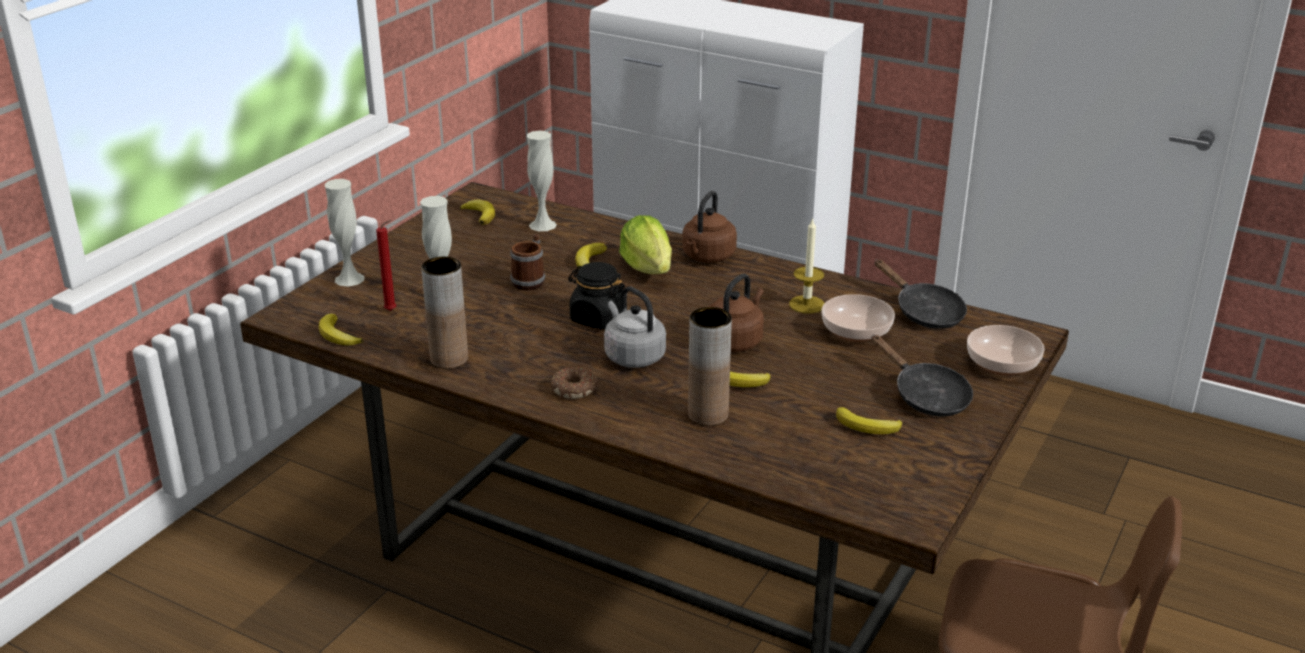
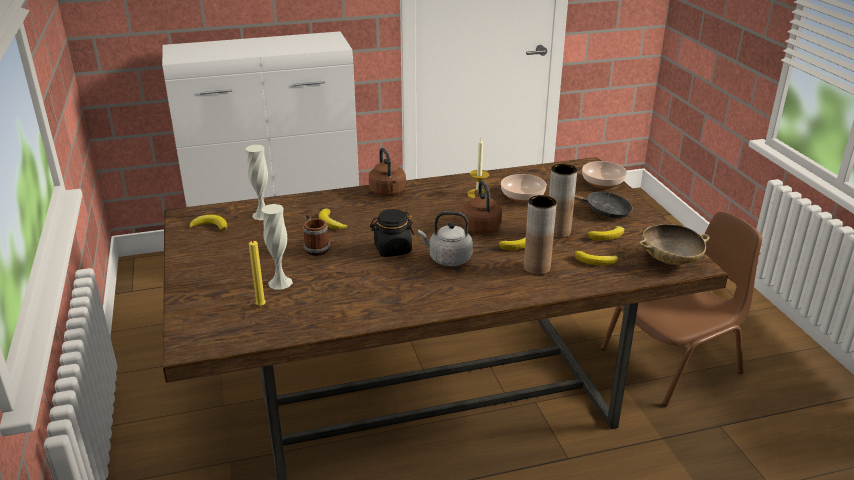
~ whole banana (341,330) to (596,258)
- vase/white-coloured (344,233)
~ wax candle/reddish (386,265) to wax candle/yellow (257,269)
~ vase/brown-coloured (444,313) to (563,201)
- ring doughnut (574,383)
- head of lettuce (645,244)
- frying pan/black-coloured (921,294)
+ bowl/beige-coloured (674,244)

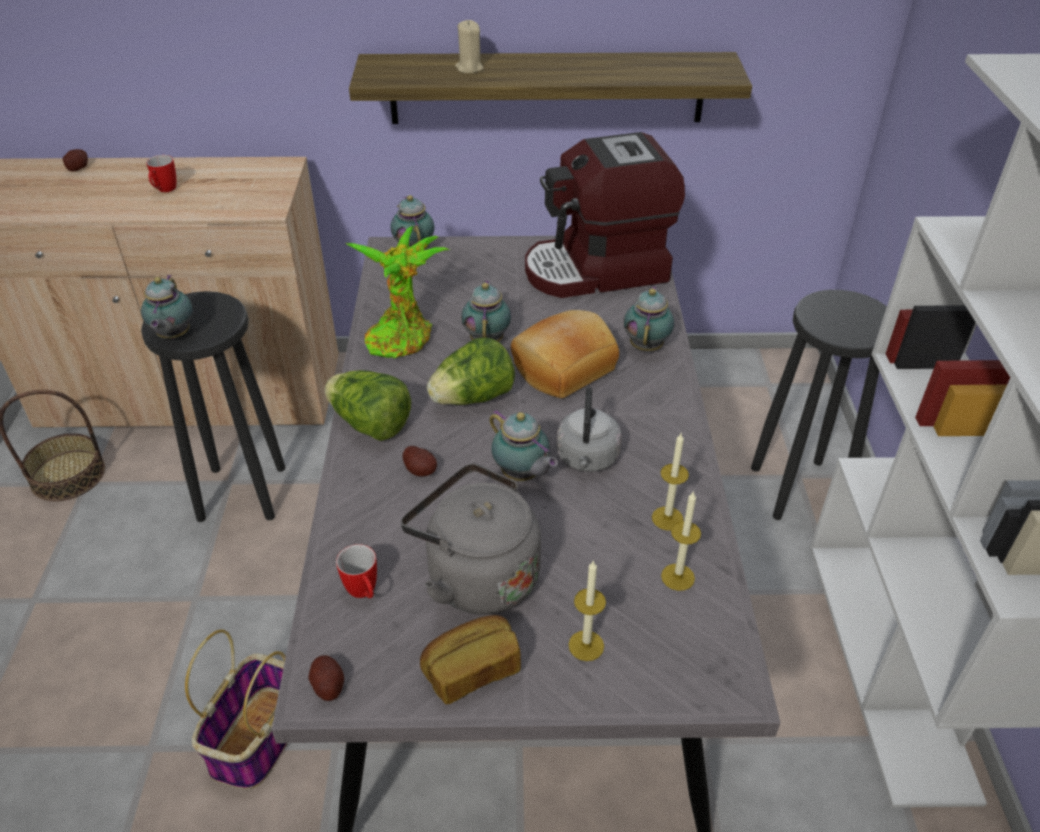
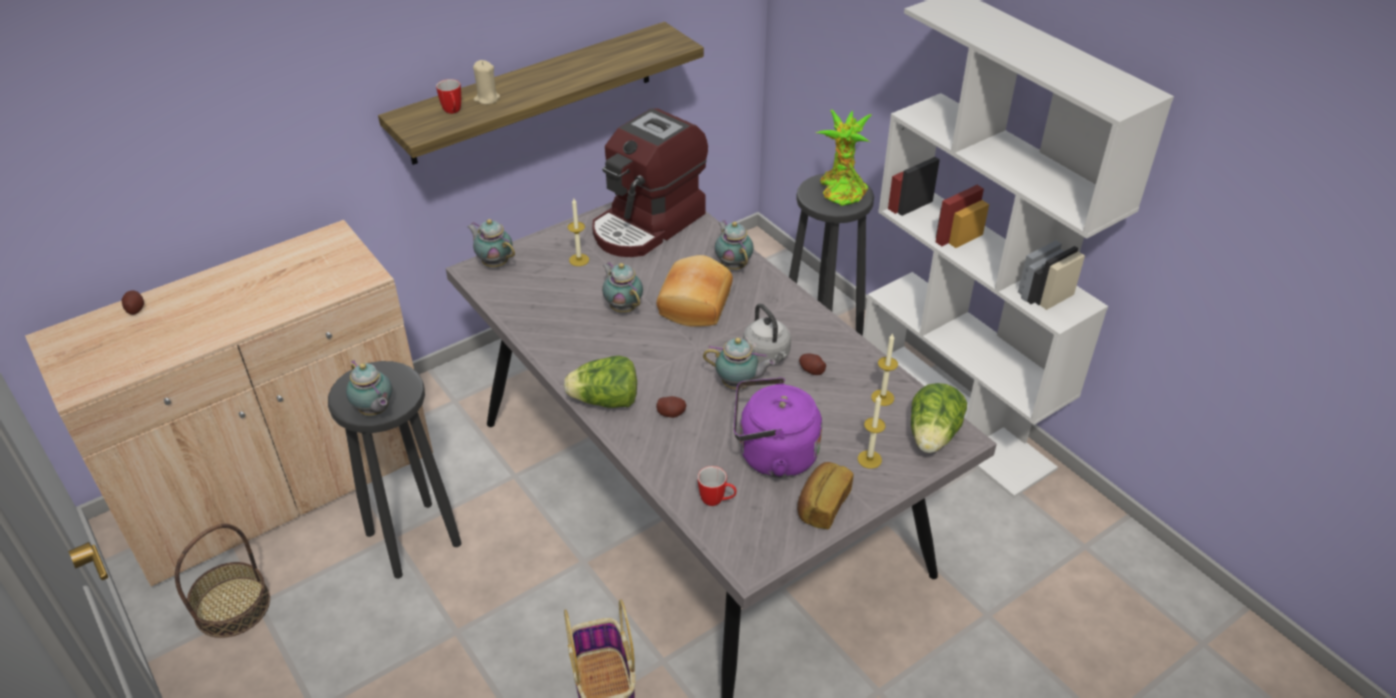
~ tea mug (161,173) to (448,96)
~ potato (326,678) to (812,364)
~ plant in a pot (397,292) to (844,158)
~ water kettle/grey (471,539) to water kettle/purplish (778,427)
~ head of lettuce (471,371) to (939,418)
~ wax candle (670,481) to (578,232)

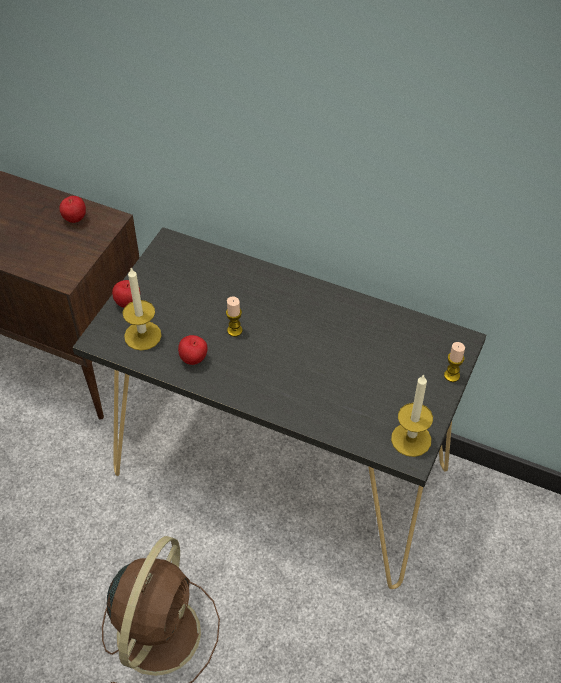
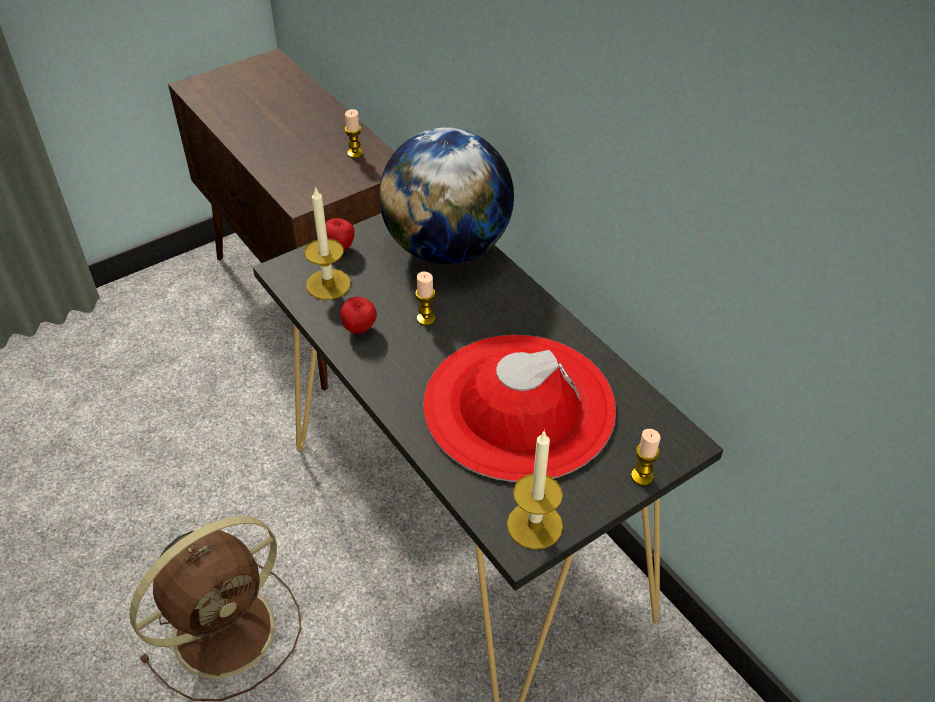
~ apple (72,209) to wax candle (354,133)
+ globe (446,195)
+ wearable hat/reddish (519,408)

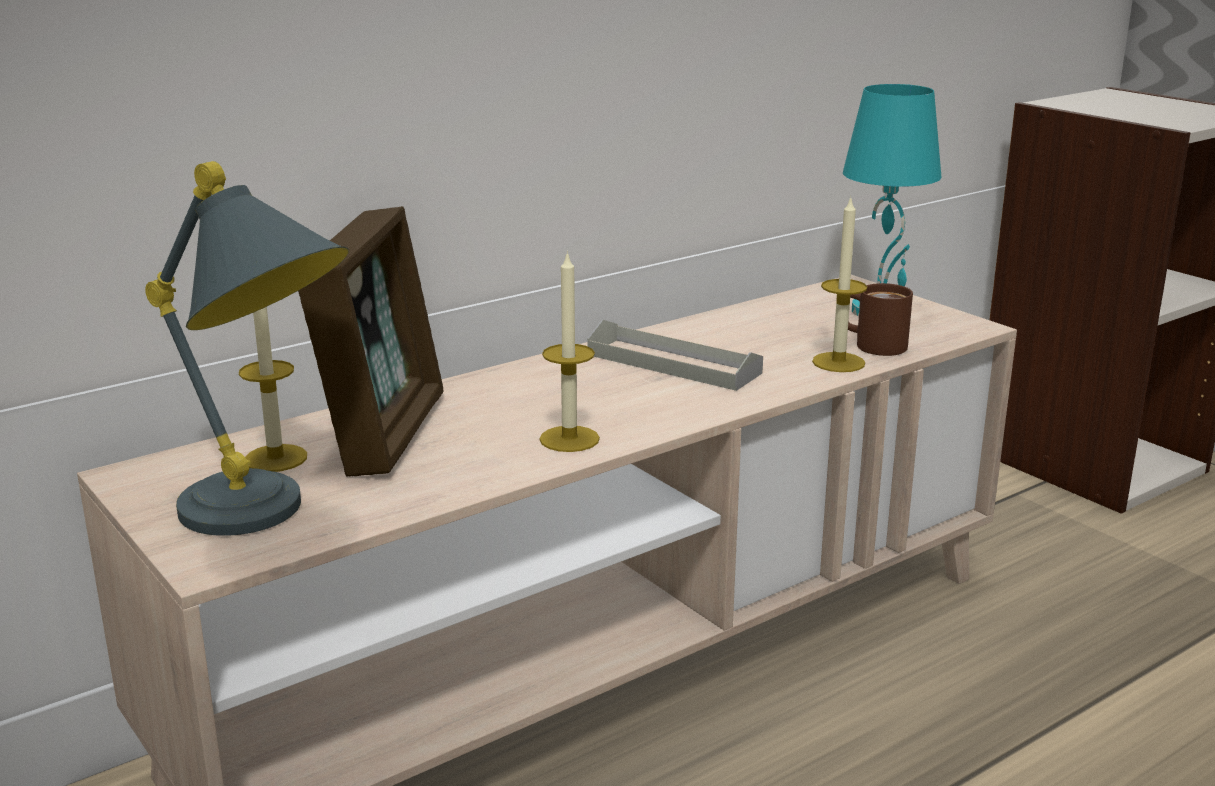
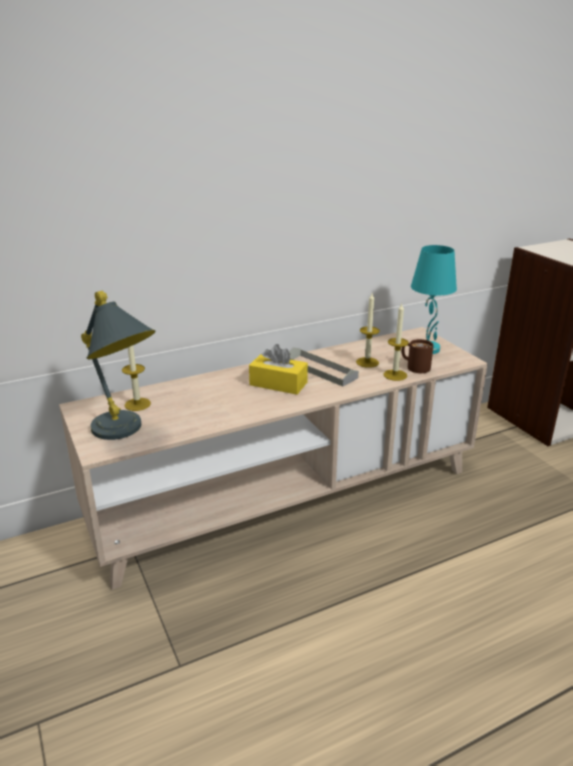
- photo frame (371,341)
~ wax candle (569,351) to (368,330)
+ tissue box/yellow (278,369)

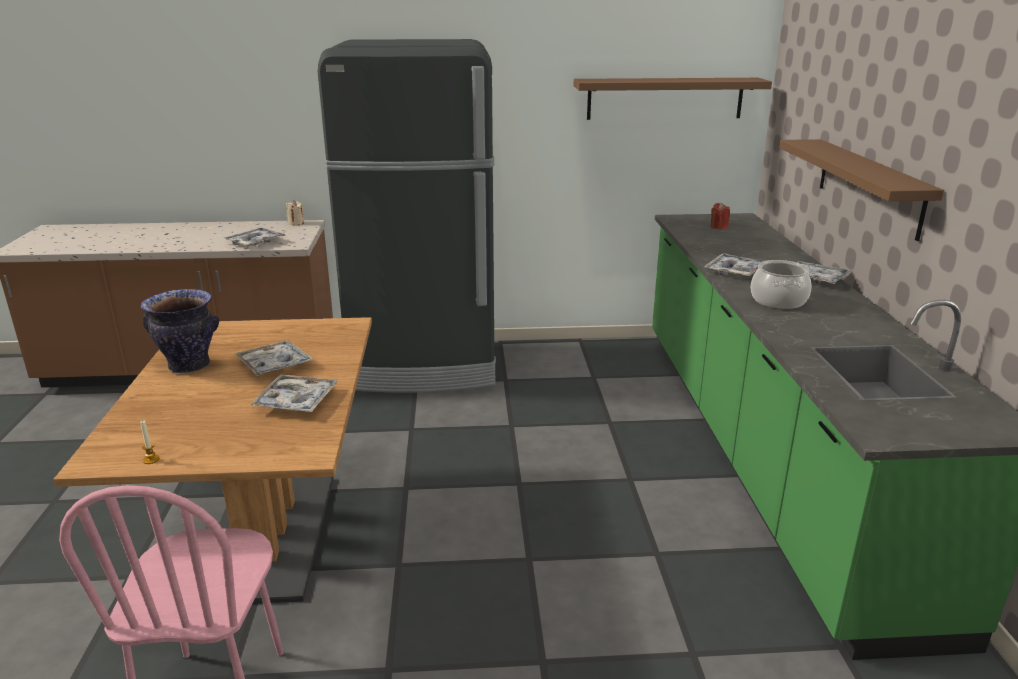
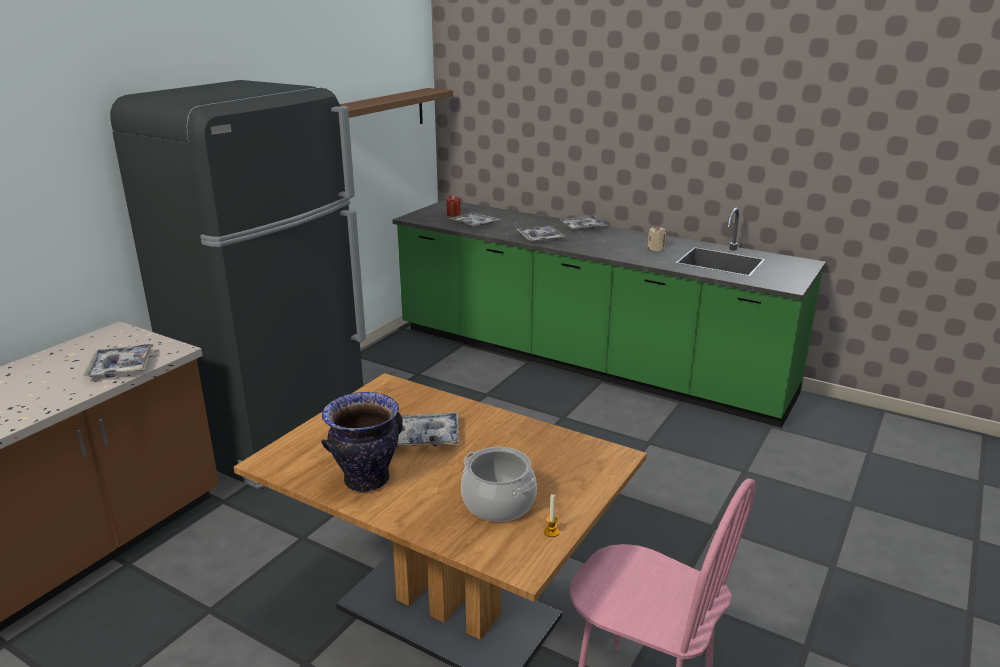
~ carrying tray (293,393) to (474,220)
~ wax candle/beige-coloured (295,212) to (656,238)
~ saucepot (781,284) to (499,484)
- bracket shelf/brown-coloured (862,190)

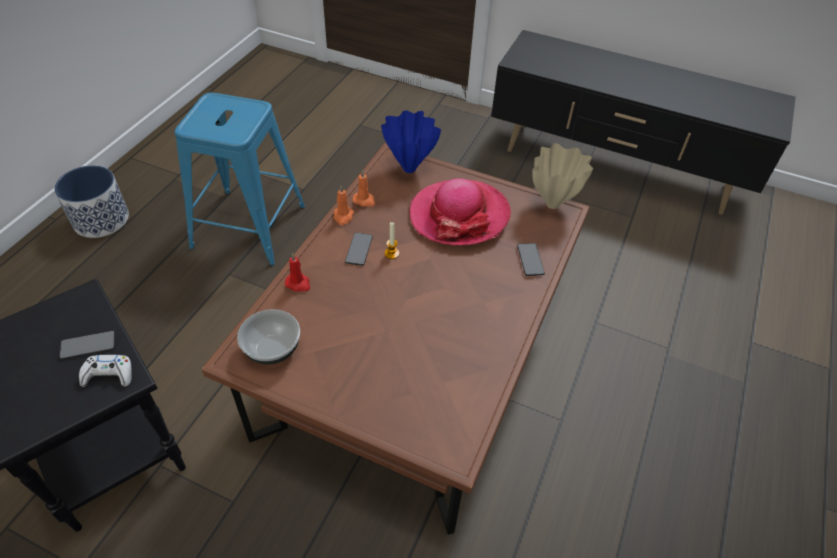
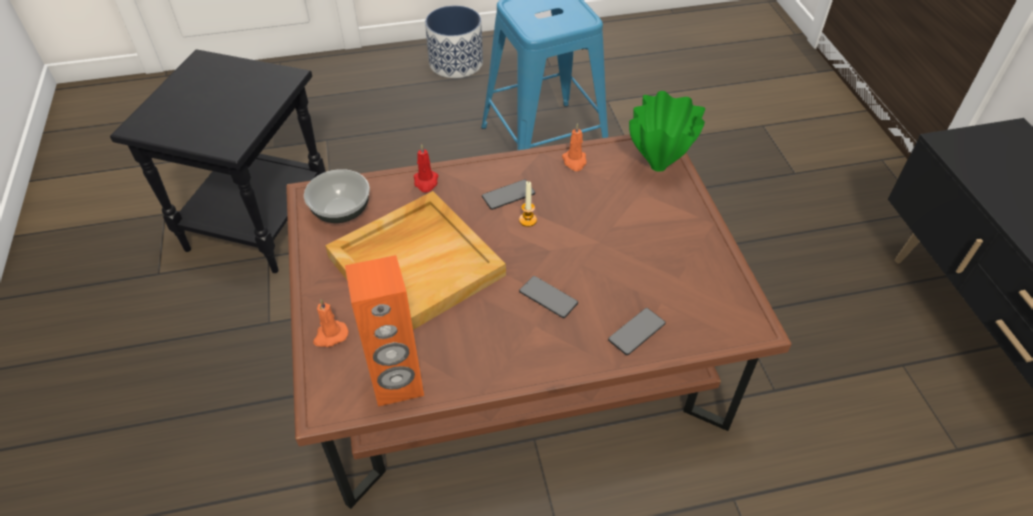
~ phone (87,345) to (548,297)
- game controller/white-coloured (105,371)
~ wax candle/orange-coloured (344,205) to (331,323)
~ vase/bluish (411,141) to vase/green-coloured (667,131)
- wearable hat (460,212)
- vase/beige-coloured (562,176)
+ carrying tray/beige-coloured (415,260)
+ speaker/orange-coloured (384,331)

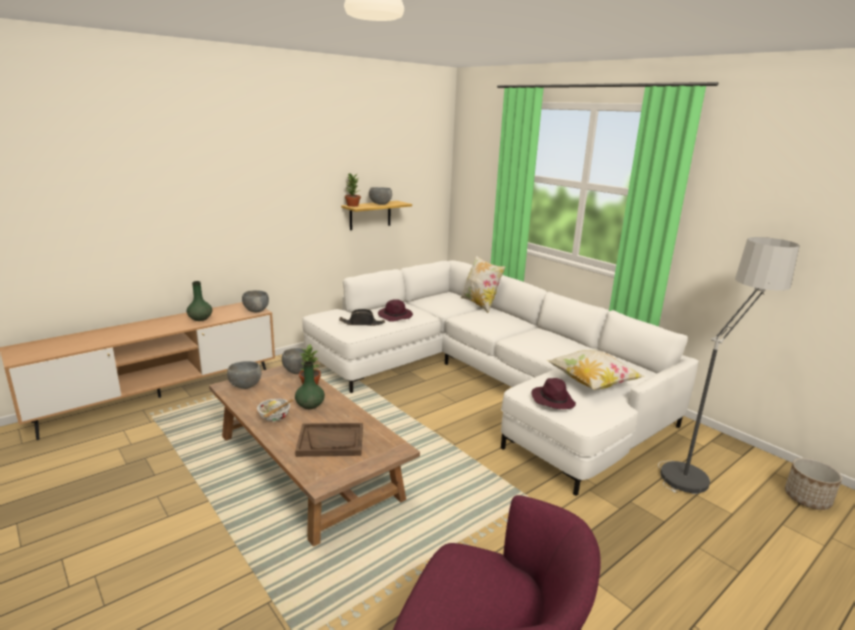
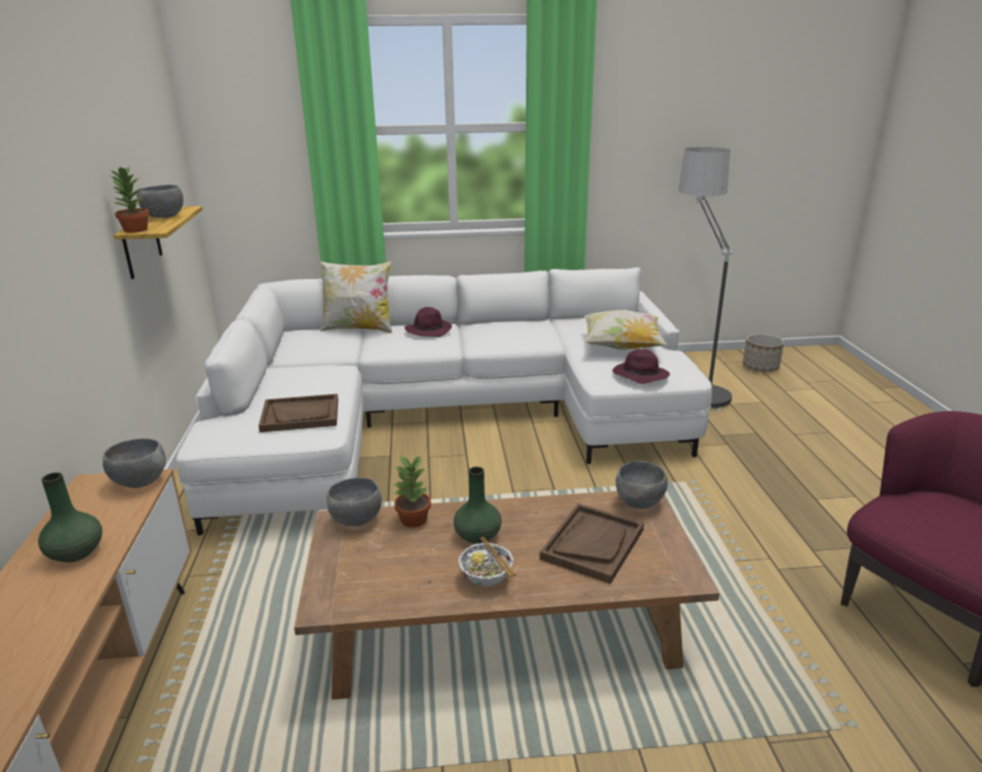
~ bowl/grey (244,375) to (642,485)
~ wearable hat/black-coloured (362,317) to carrying tray/brown-coloured (298,413)
~ wearable hat/purplish (395,310) to (428,322)

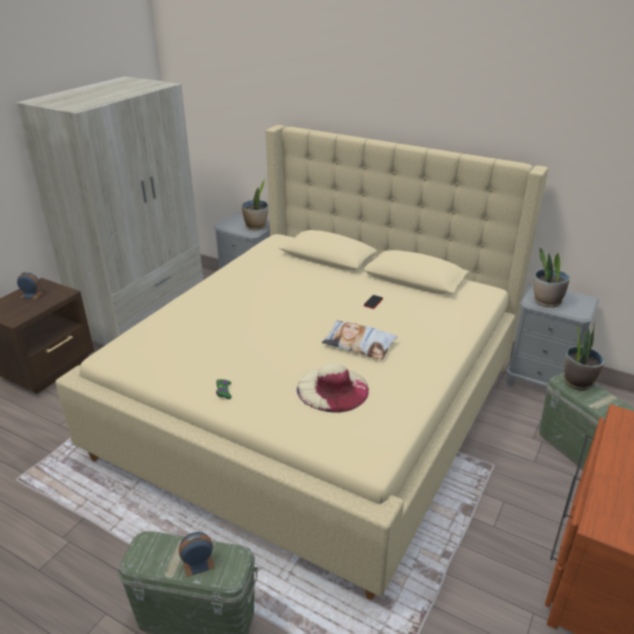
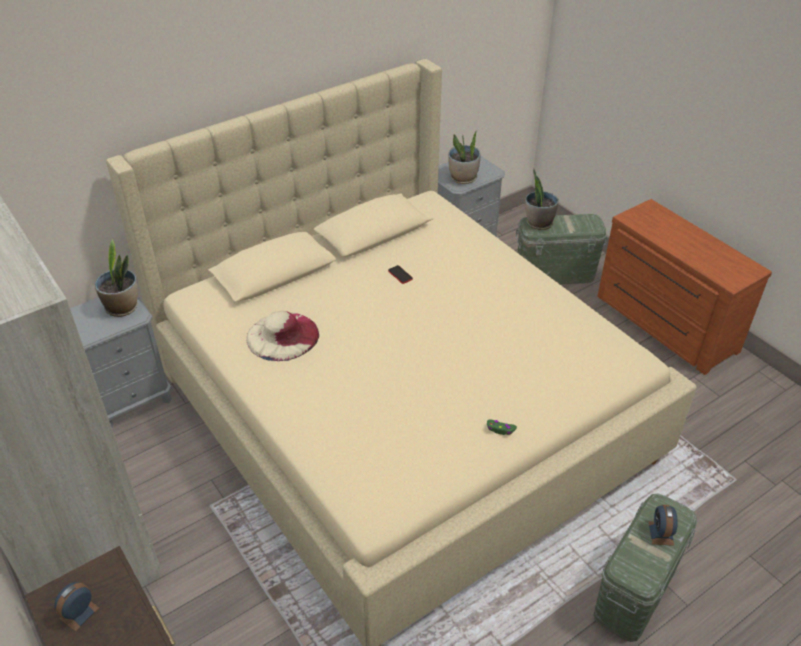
~ wearable hat/beige-coloured (333,388) to (282,336)
- cushion (360,340)

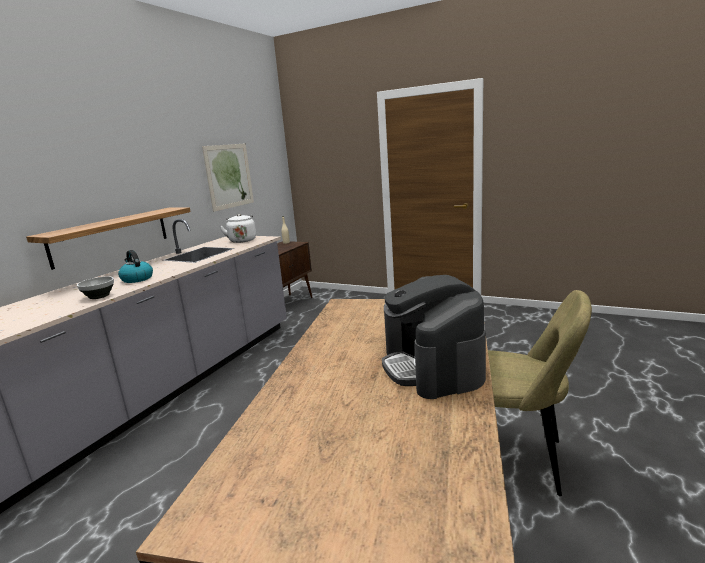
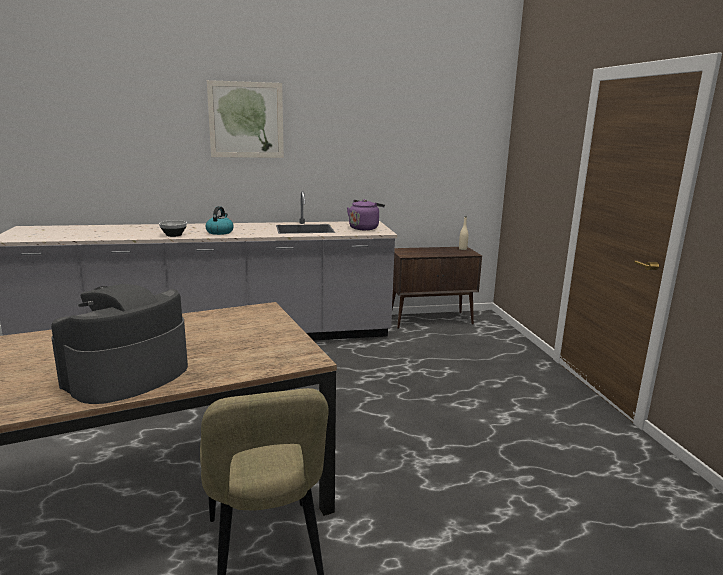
- bracket shelf (108,238)
~ wall picture (228,177) to (245,119)
~ water kettle/white-coloured (238,228) to water kettle/purplish (366,214)

